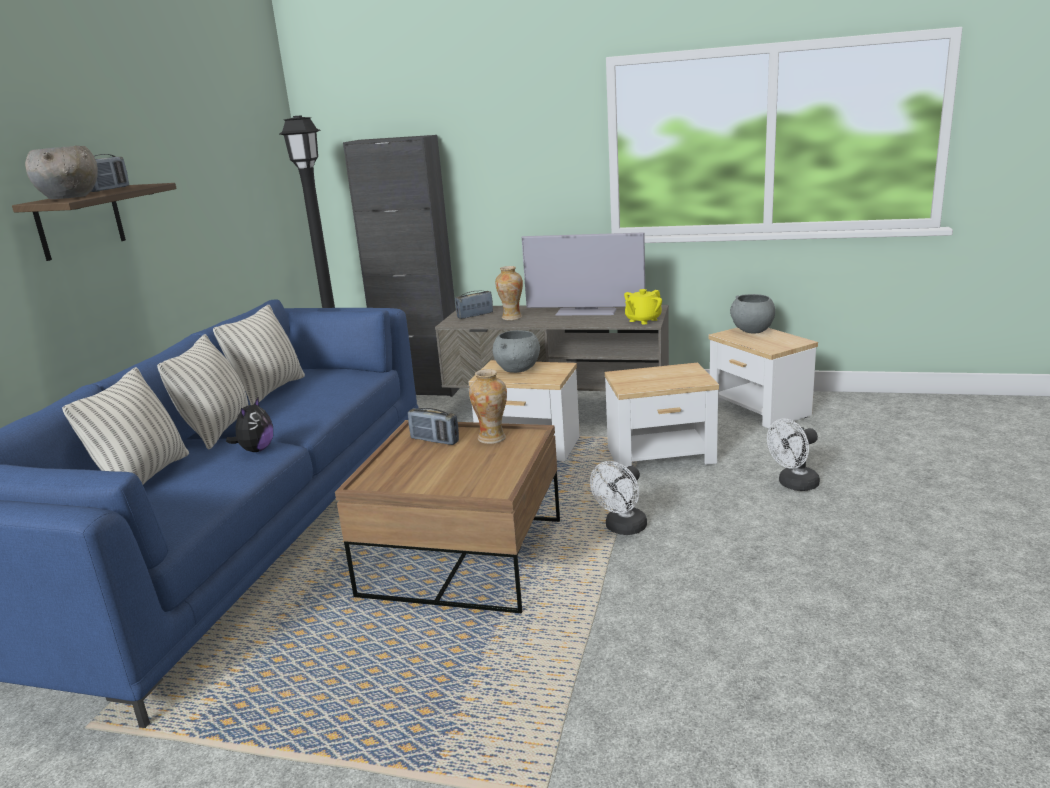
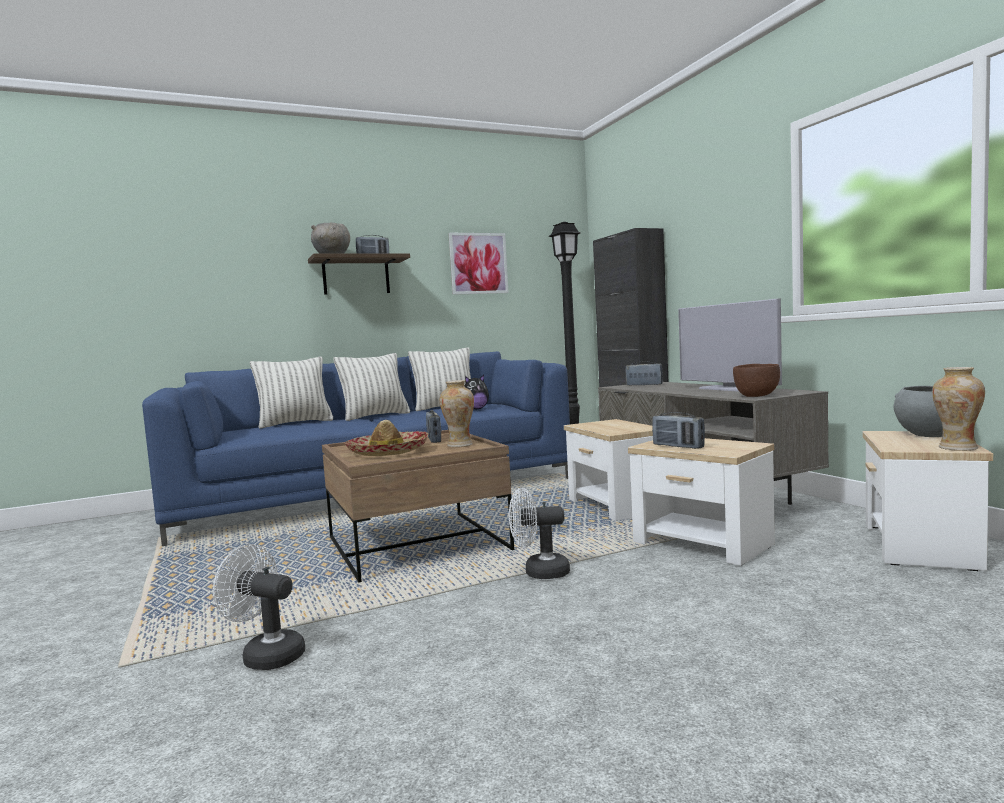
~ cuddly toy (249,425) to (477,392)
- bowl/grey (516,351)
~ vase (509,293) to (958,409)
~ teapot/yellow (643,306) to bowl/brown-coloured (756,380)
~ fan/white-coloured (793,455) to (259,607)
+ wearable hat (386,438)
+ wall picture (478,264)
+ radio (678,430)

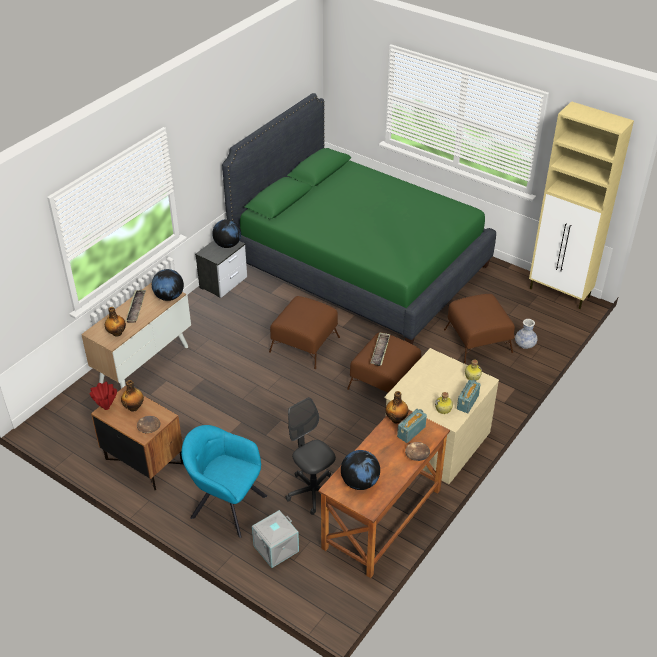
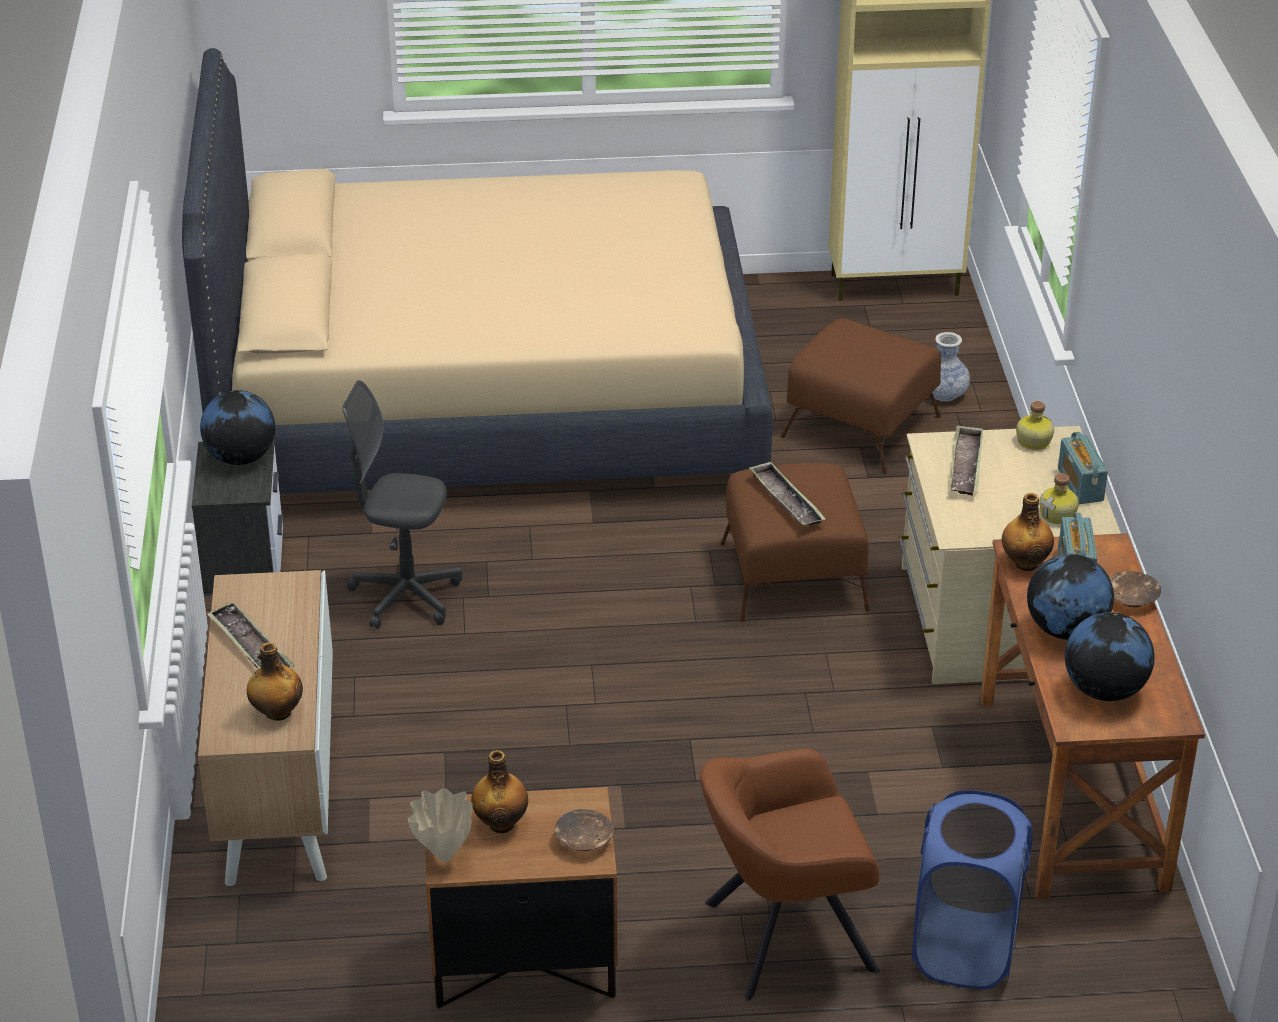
~ vase/reddish (103,395) to vase/beige-coloured (440,825)
~ globe (168,285) to (1070,597)
~ easy chair/blue-green (224,481) to easy chair/brown-coloured (790,875)
~ sleeping bed/green-coloured (359,218) to sleeping bed/beige-coloured (477,271)
~ storage box/grey (275,539) to laundry basket/bluish (972,889)
- pouffe/brown-coloured (304,332)
~ computer chair/grey (310,456) to (402,504)
+ carrying tray (966,460)

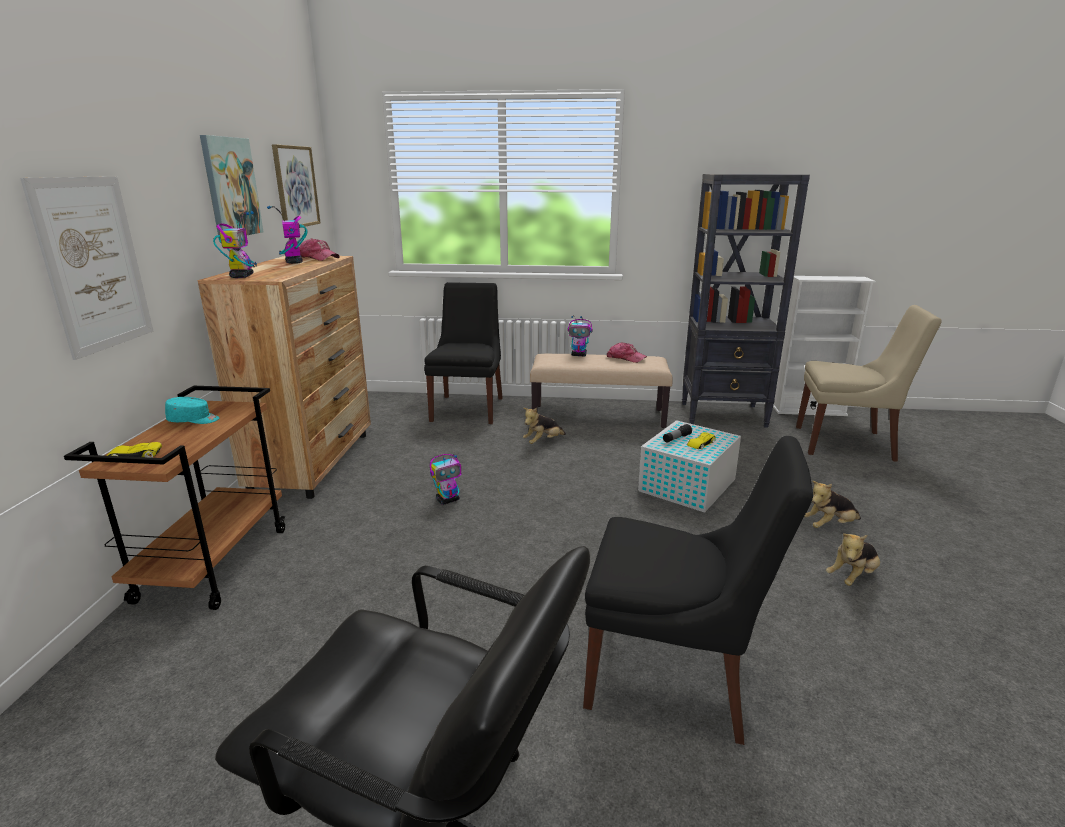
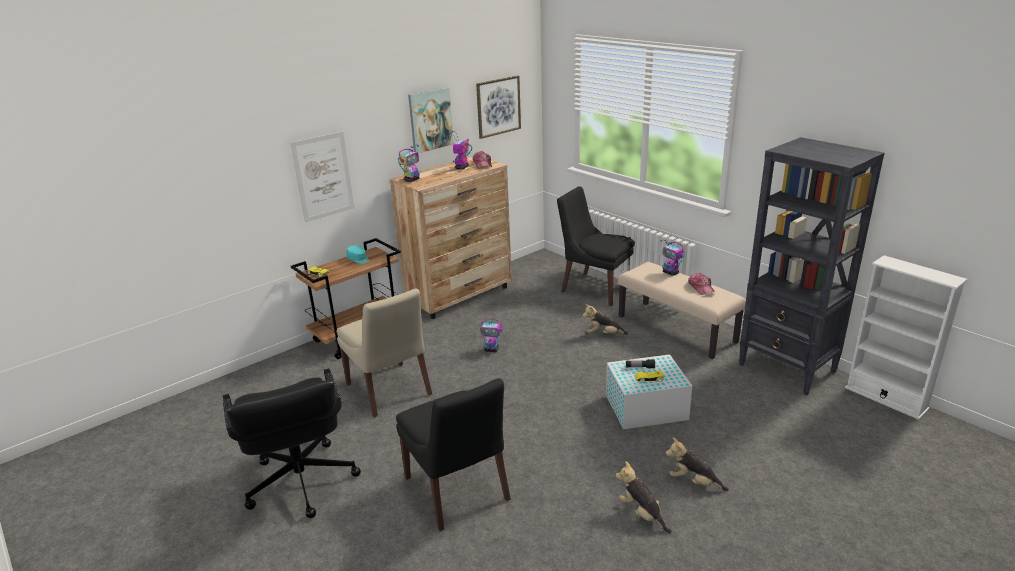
~ plain chair/black-coloured (463,353) = (596,246) 105 degrees counterclockwise
~ plain chair/beige-coloured (869,383) to (384,353)
~ cuddly toy (853,560) = (644,497) 45 degrees clockwise

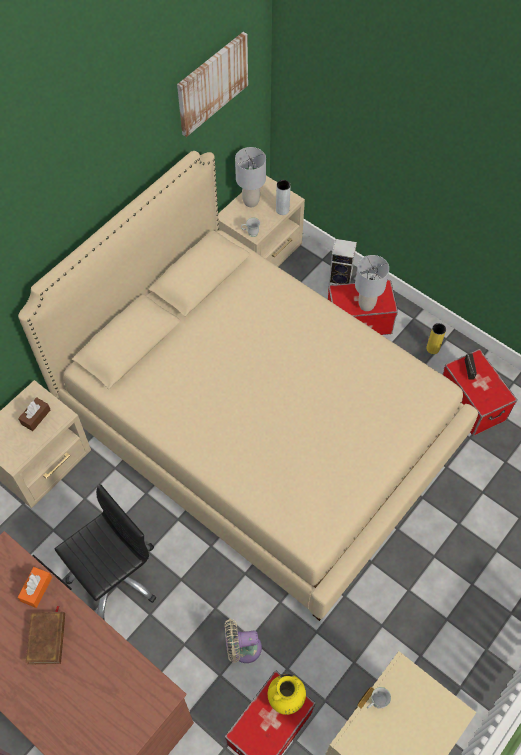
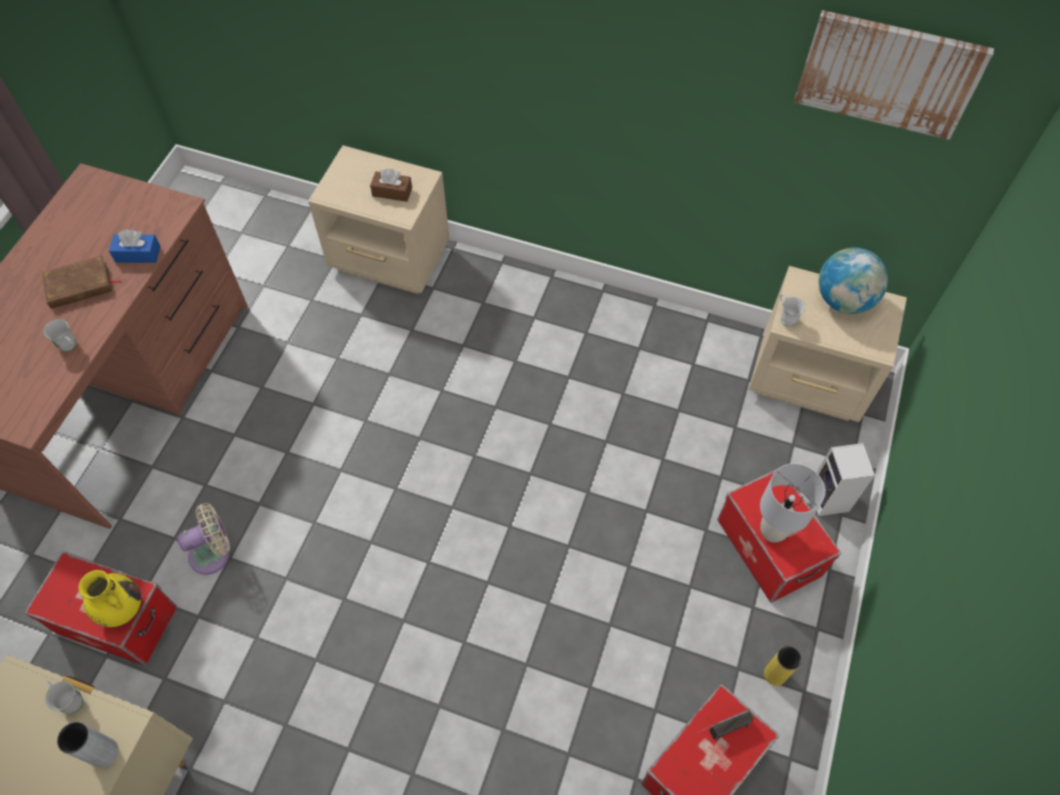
- sleeping bed/beige-coloured (248,386)
~ tissue box/orange-coloured (35,587) to tissue box/bluish (134,246)
- computer chair/black-coloured (105,552)
~ fan/beige-coloured (243,641) = (203,539) 90 degrees clockwise
~ tabletop lamp/grey (250,177) to globe (853,280)
~ vase/grey (283,197) to (87,744)
+ tea mug/white-coloured (59,335)

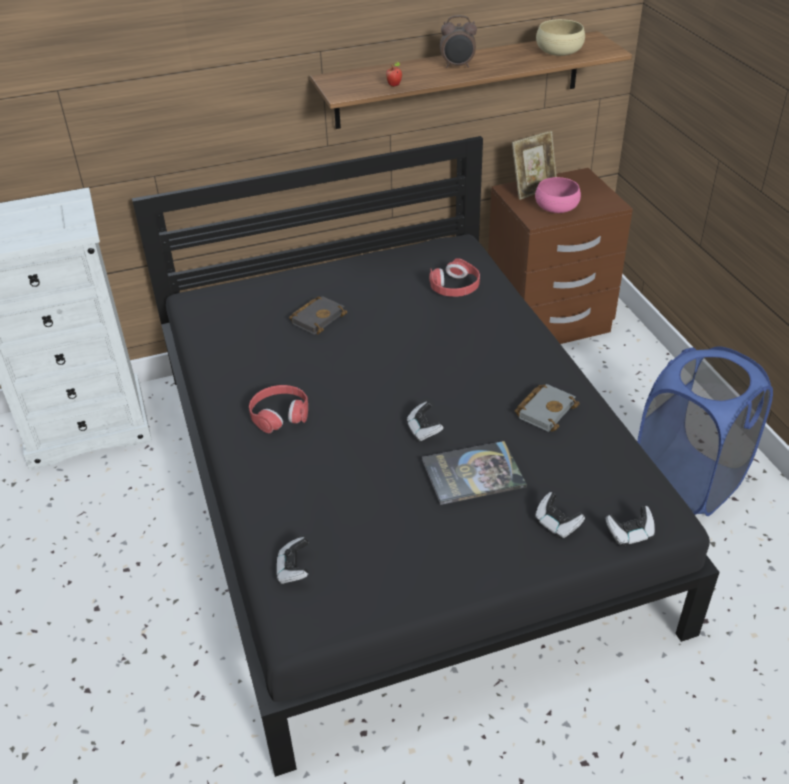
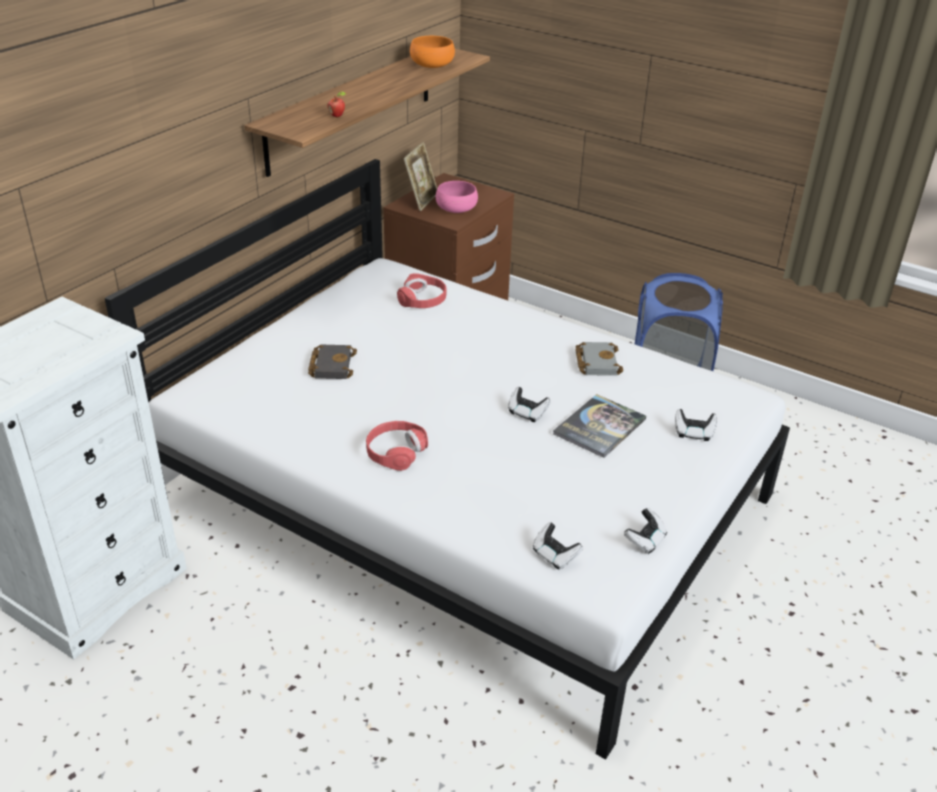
~ sleeping bed/black-coloured (425,456) to sleeping bed/white-coloured (447,459)
- alarm clock (458,41)
~ bowl/beige-coloured (560,37) to bowl/orange-coloured (432,52)
~ game controller (630,526) to (645,531)

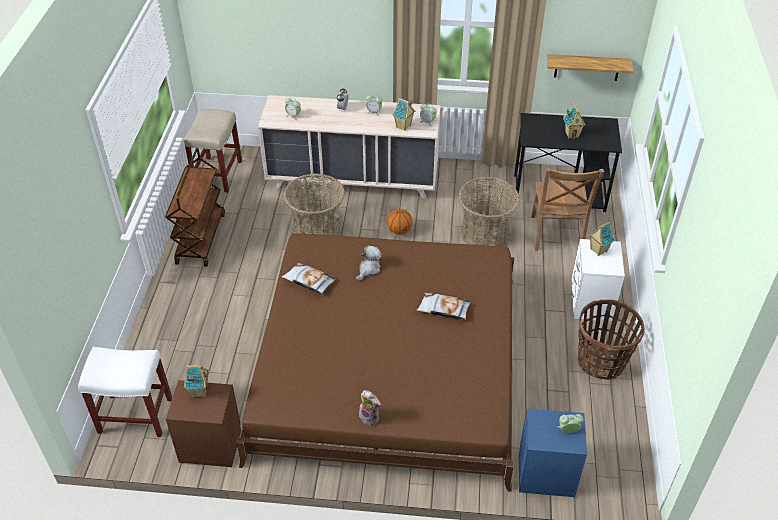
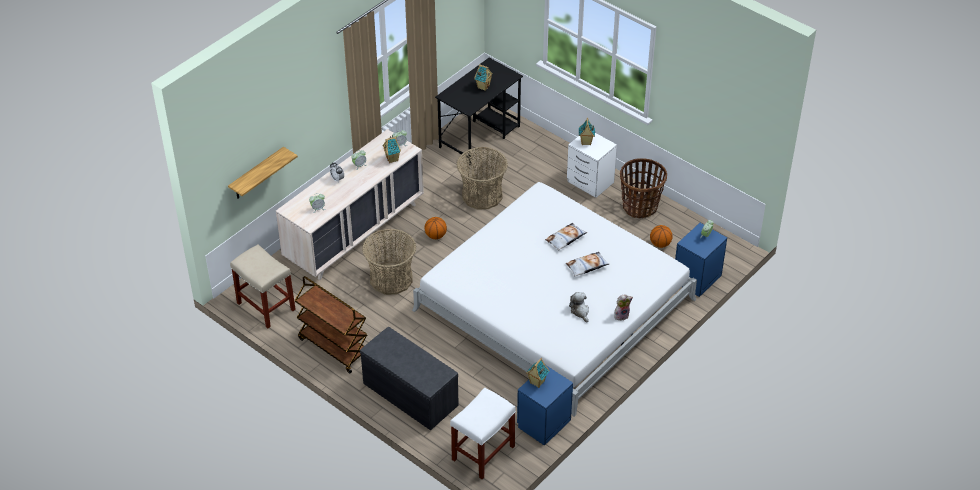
~ bedside table/brown-coloured (203,423) to bedside table/bluish (545,406)
~ sleeping bed/brown-coloured (375,362) to sleeping bed/white-coloured (554,299)
~ cushion (309,278) to (587,264)
~ cuddly toy (368,263) to (579,307)
- plain chair/brown-coloured (568,209)
~ bracket shelf (590,67) to (263,173)
+ long seat/grey (409,378)
+ basketball (661,236)

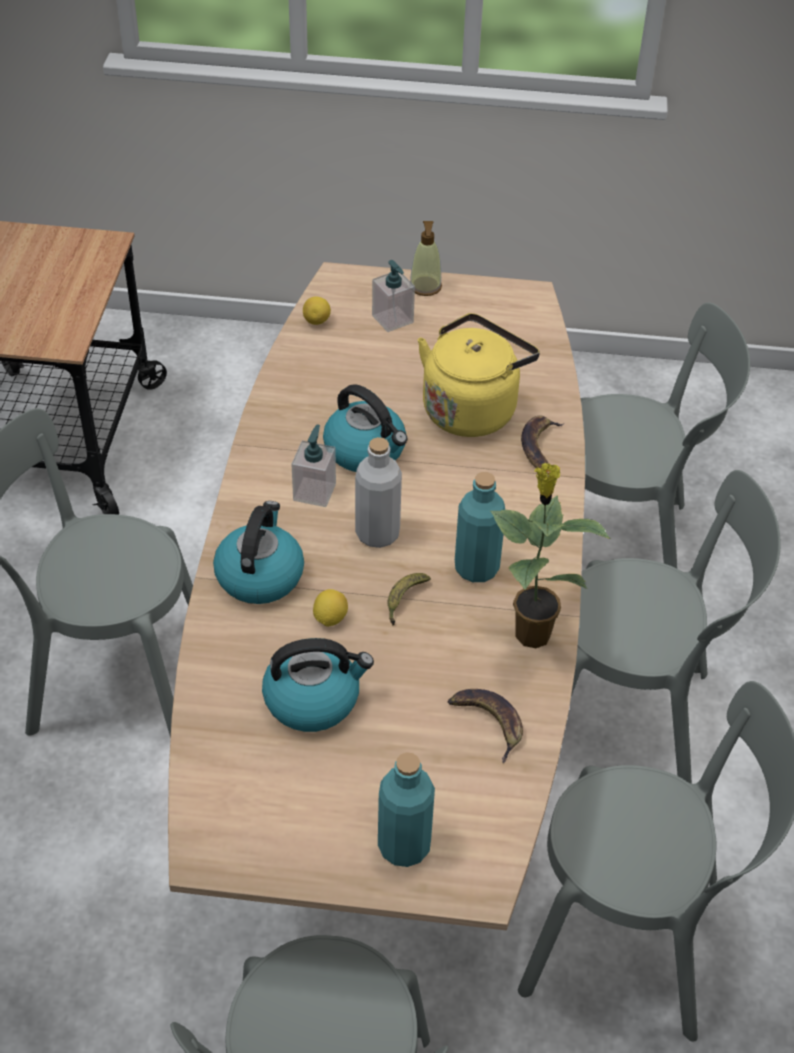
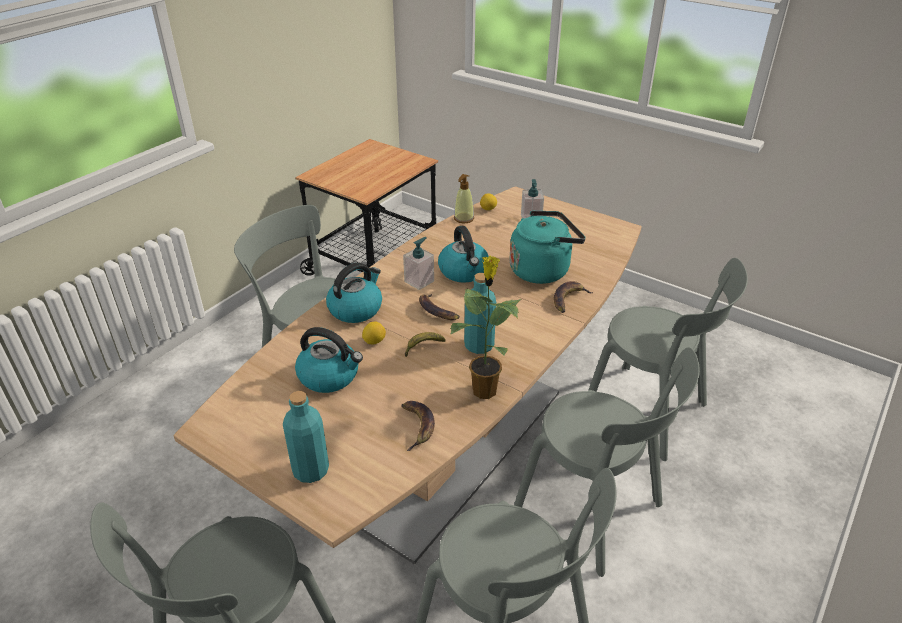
~ beverage bottle/grey (378,492) to whole banana (439,307)
~ soap bottle (426,258) to (464,198)
~ water kettle/yellow (479,375) to water kettle/blue-green (547,247)

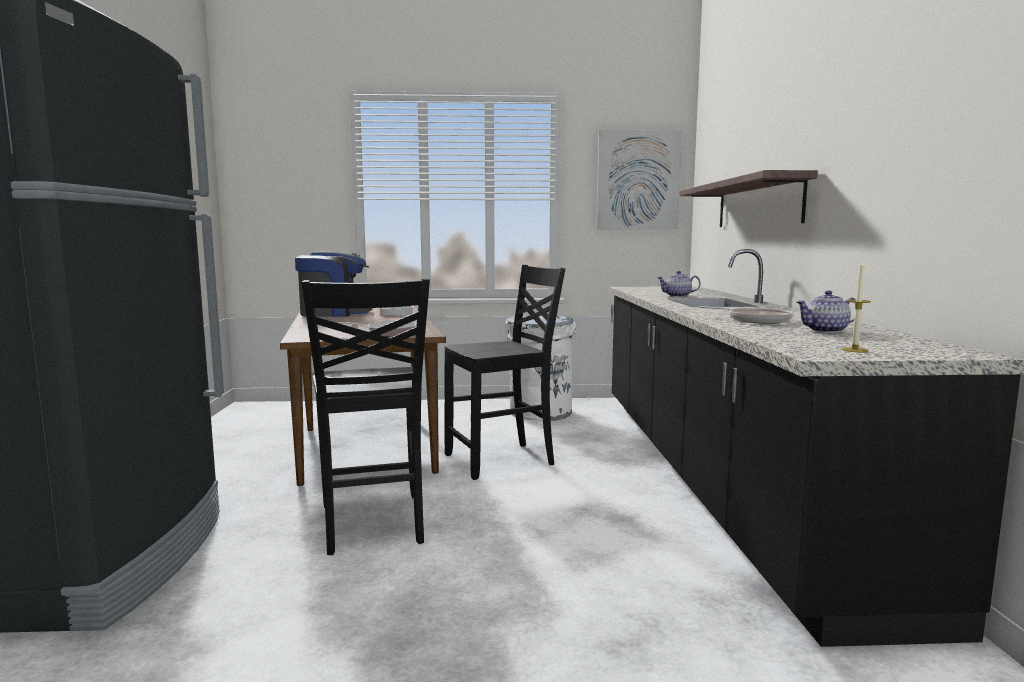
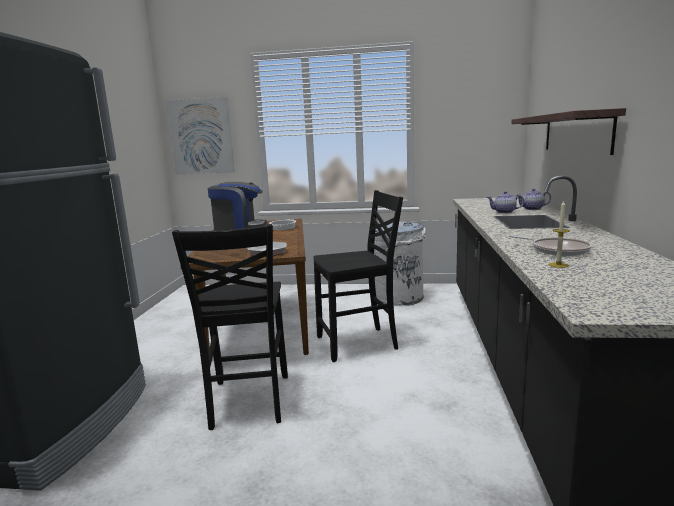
~ wall picture (639,179) to (200,135)
~ teapot (826,311) to (534,199)
~ wax candle (856,306) to (559,234)

